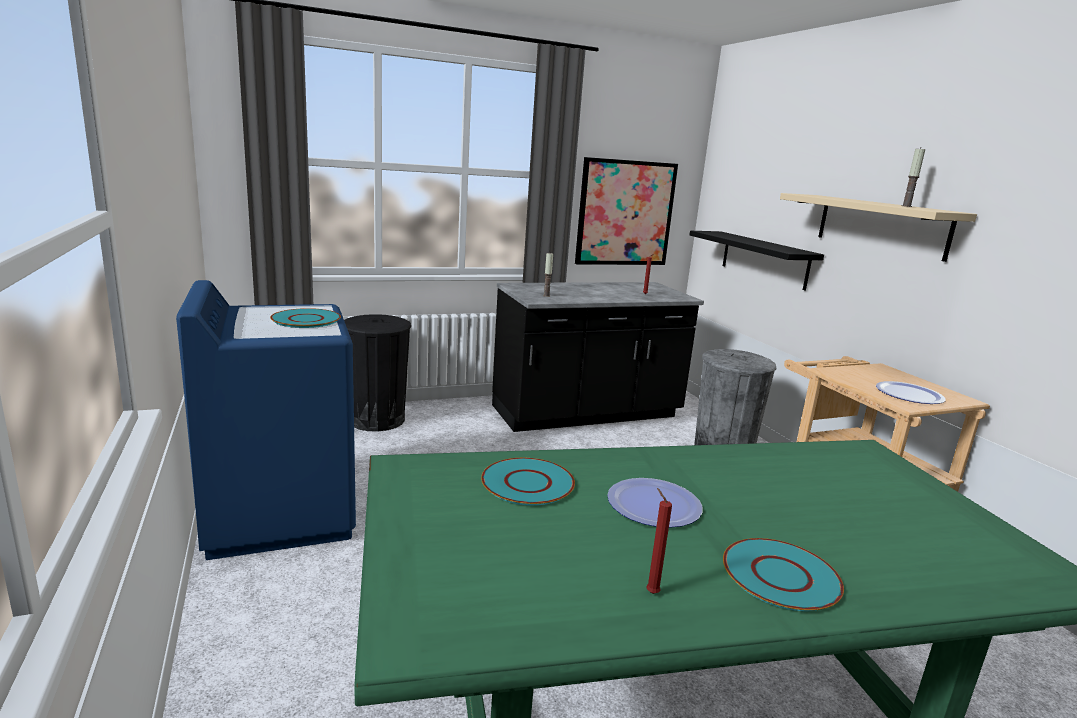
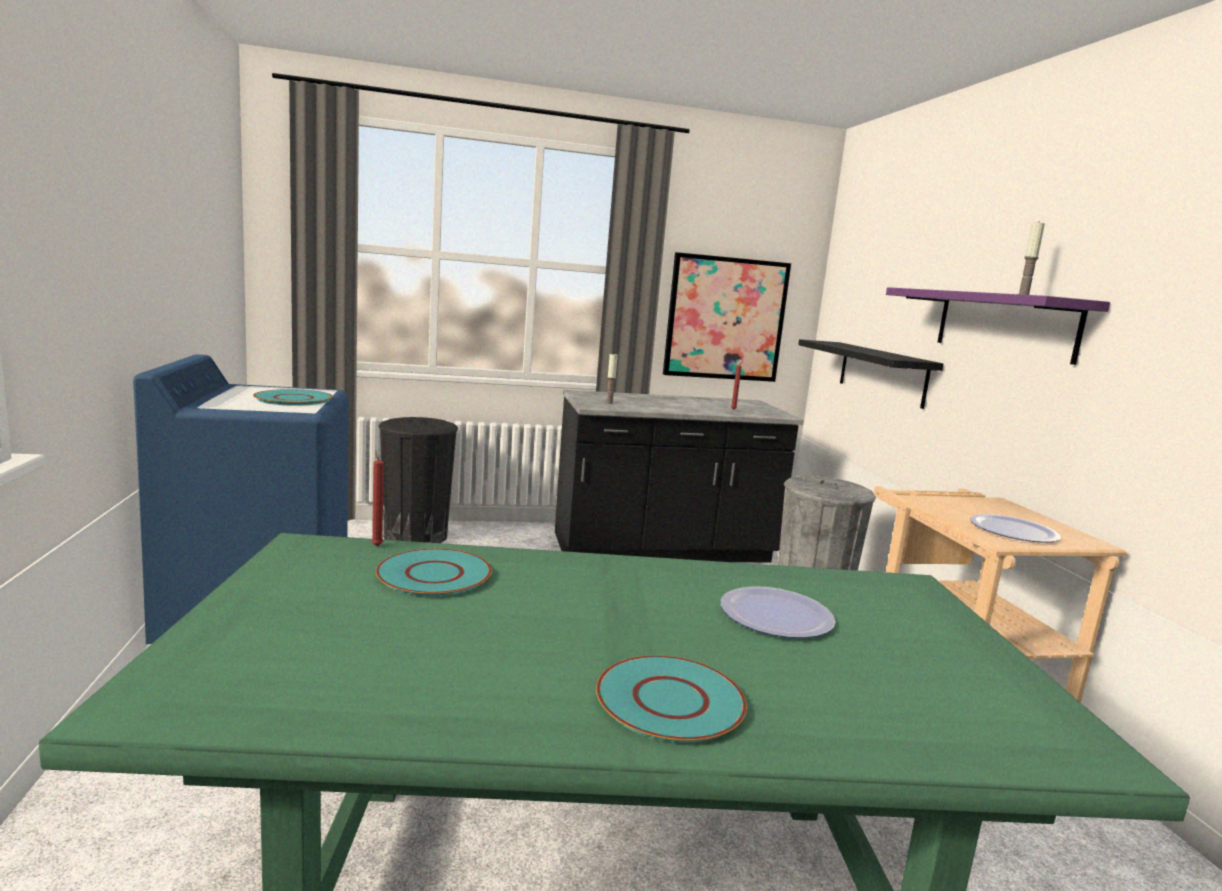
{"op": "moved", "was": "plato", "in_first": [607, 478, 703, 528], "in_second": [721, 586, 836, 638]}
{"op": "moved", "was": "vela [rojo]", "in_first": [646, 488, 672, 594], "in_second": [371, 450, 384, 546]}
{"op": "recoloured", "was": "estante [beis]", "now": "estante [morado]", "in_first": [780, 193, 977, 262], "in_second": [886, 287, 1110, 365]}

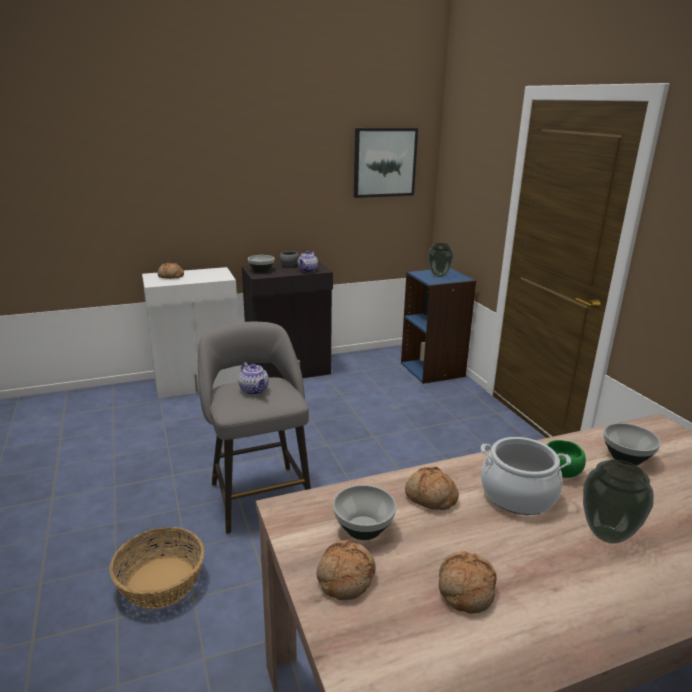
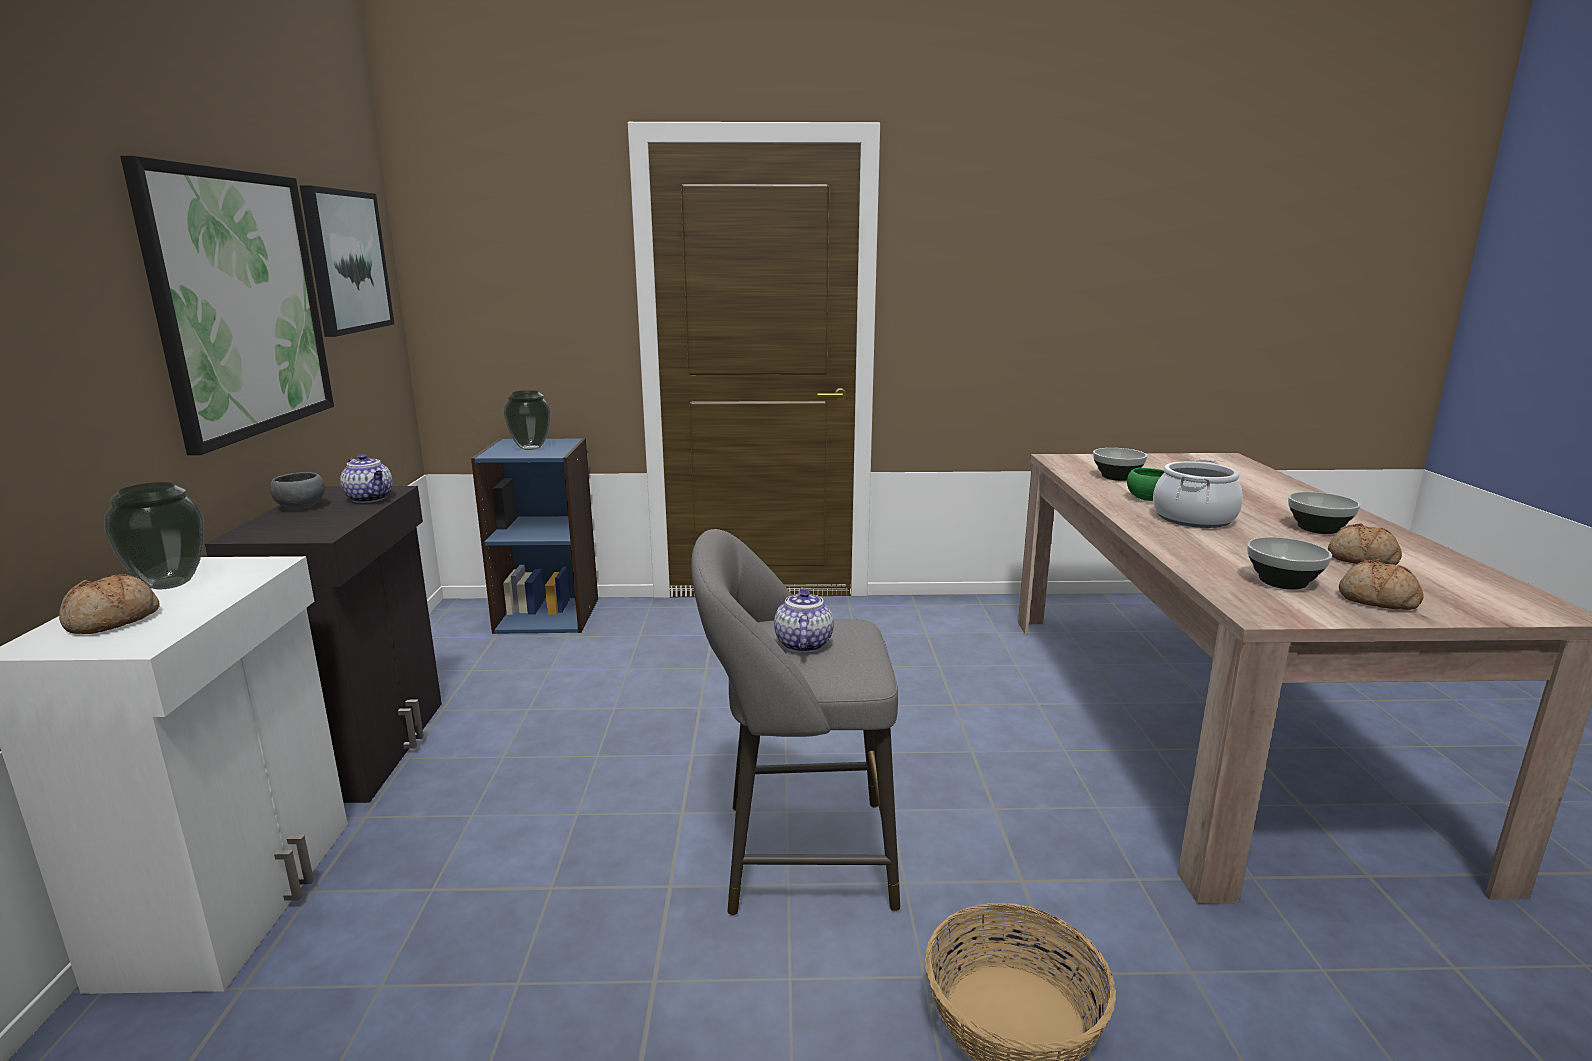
{"op": "removed", "was": "pan", "in_first": [405, 467, 459, 510]}
{"op": "added", "now": "cuadro", "in_second": [120, 156, 334, 455]}
{"op": "moved", "was": "cuenco", "in_first": [248, 255, 274, 272], "in_second": [1288, 492, 1361, 534]}
{"op": "moved", "was": "florero", "in_first": [583, 460, 653, 544], "in_second": [104, 482, 204, 589]}
{"op": "turned", "was": "tetera", "in_first": [238, 362, 269, 395], "in_second": [774, 587, 834, 653], "clockwise": -75}

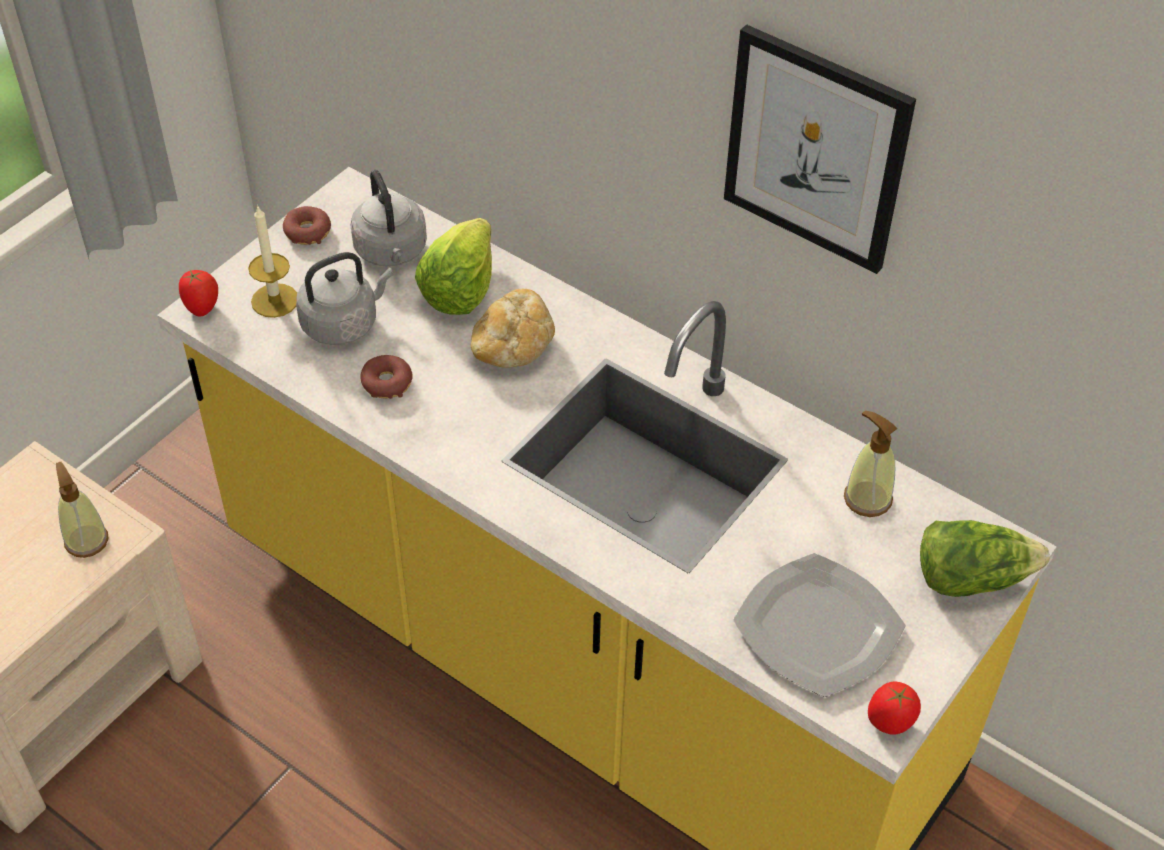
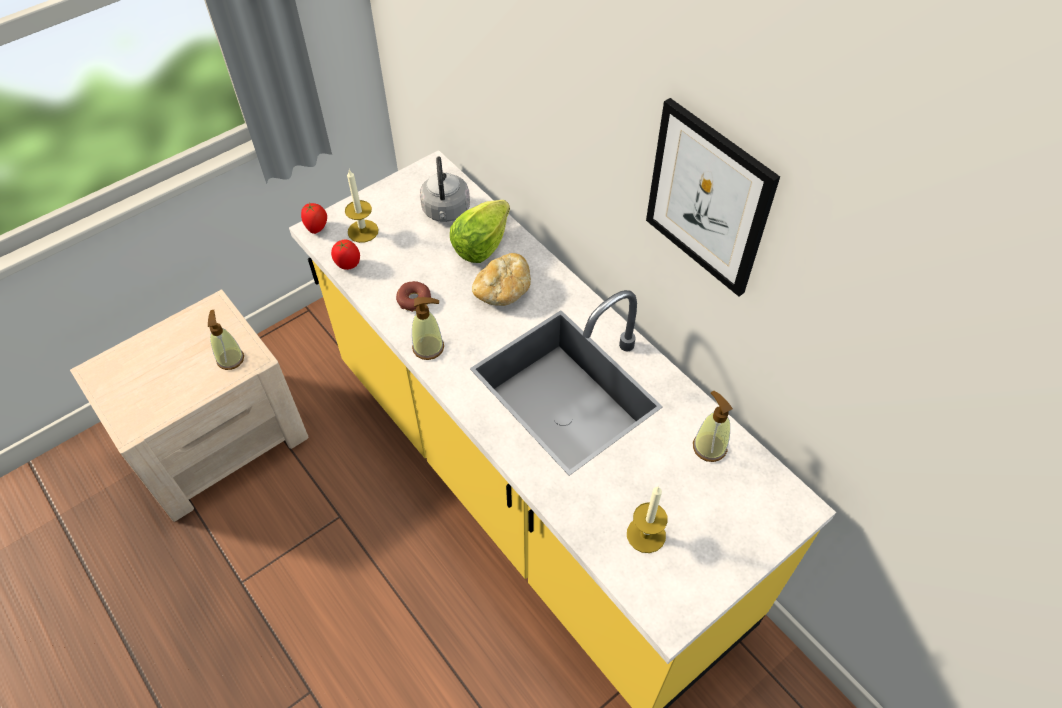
{"op": "removed", "was": "rosquilla", "in_first": [283, 206, 331, 245]}
{"op": "removed", "was": "hervidor [gris]", "in_first": [296, 252, 394, 345]}
{"op": "removed", "was": "lechuga", "in_first": [920, 520, 1050, 597]}
{"op": "added", "now": "dispensador de jabón", "in_second": [412, 297, 444, 360]}
{"op": "moved", "was": "tomate", "in_first": [868, 681, 921, 735], "in_second": [331, 239, 360, 270]}
{"op": "replaced", "was": "plato", "now": "vela", "in_first": [733, 553, 906, 697], "in_second": [627, 486, 668, 553]}

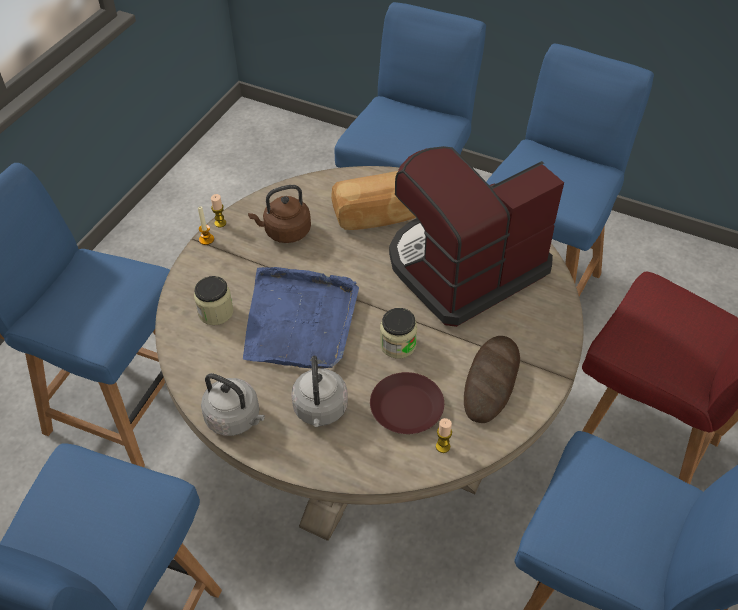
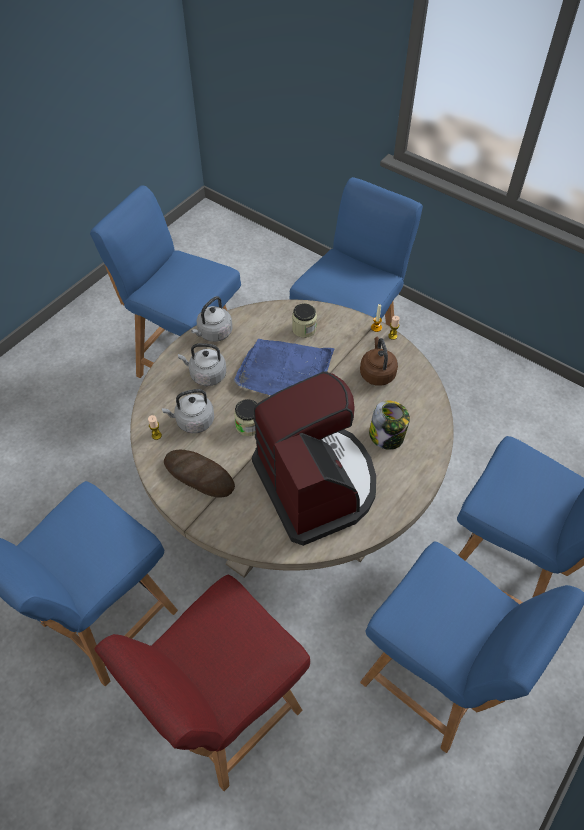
{"op": "replaced", "was": "pan", "now": "tarro", "in_first": [331, 171, 416, 230], "in_second": [369, 401, 410, 450]}
{"op": "replaced", "was": "plato [marrón]", "now": "hervidor [gris]", "in_first": [370, 372, 444, 434], "in_second": [162, 389, 214, 433]}

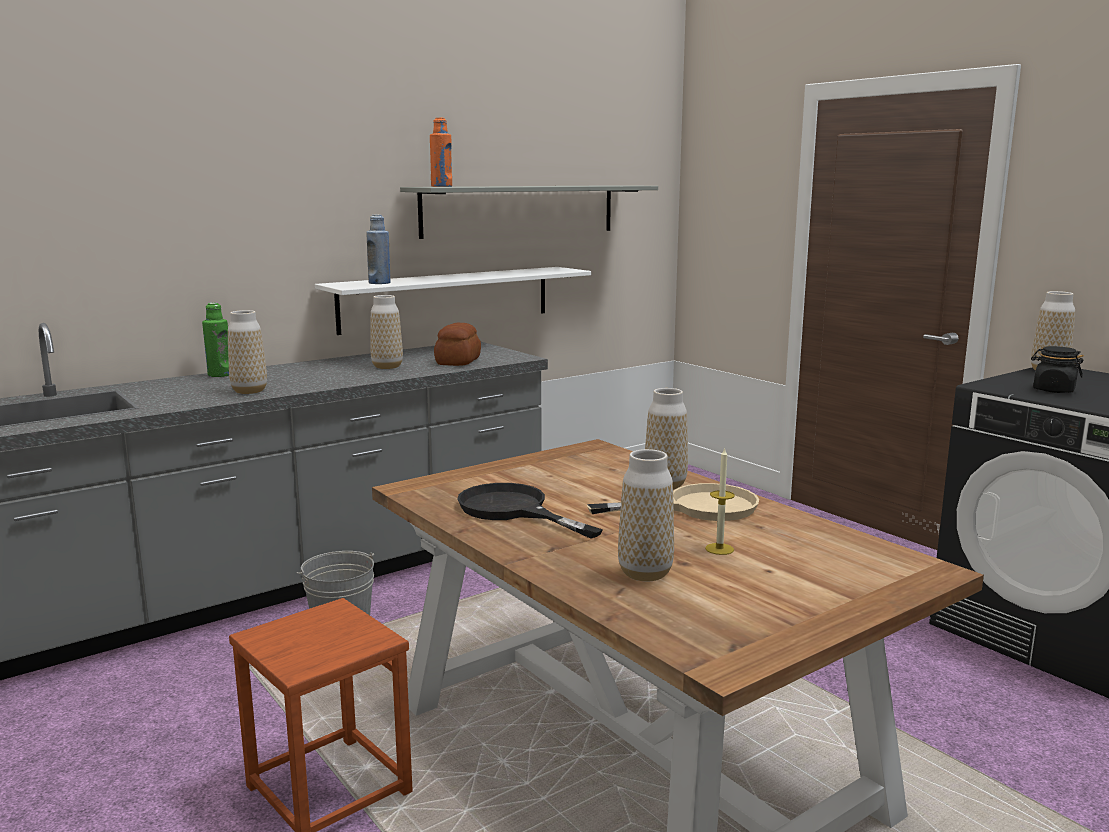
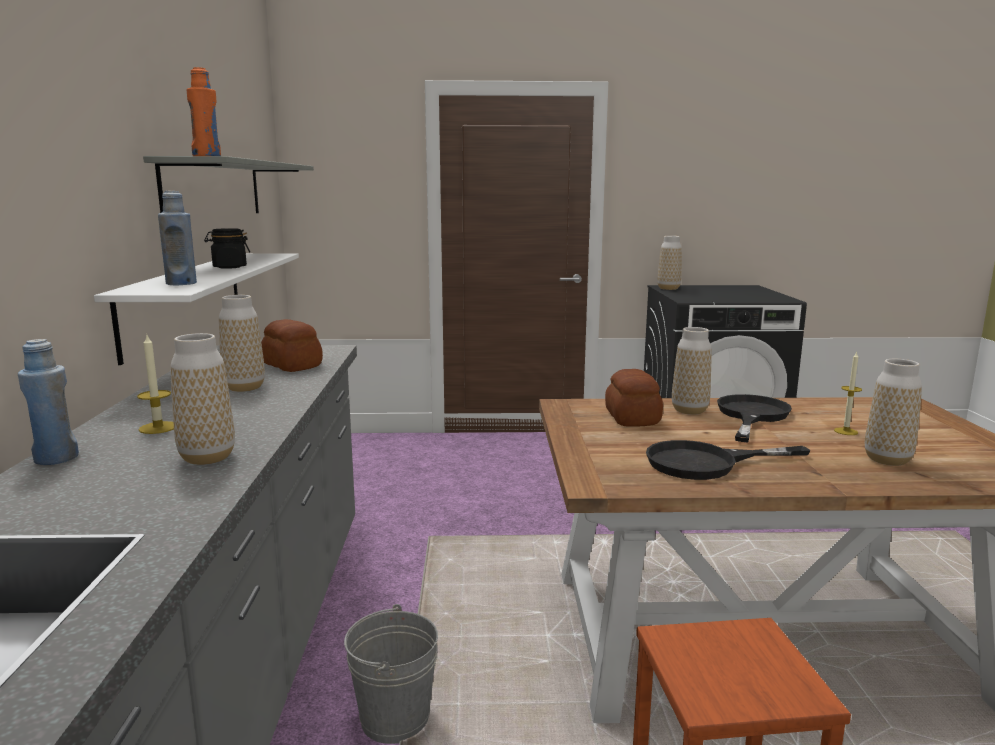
{"op": "added", "now": "vela", "in_second": [137, 335, 174, 434]}
{"op": "added", "now": "pan", "in_second": [605, 369, 663, 427]}
{"op": "moved", "was": "tarro [negro]", "in_first": [1031, 346, 1084, 393], "in_second": [204, 228, 250, 269]}
{"op": "recoloured", "was": "botella [verde]", "now": "botella [azul]", "in_first": [202, 303, 229, 377], "in_second": [18, 339, 79, 465]}
{"op": "recoloured", "was": "sartén [beis]", "now": "sartén [negro]", "in_first": [587, 483, 759, 521], "in_second": [717, 394, 792, 442]}

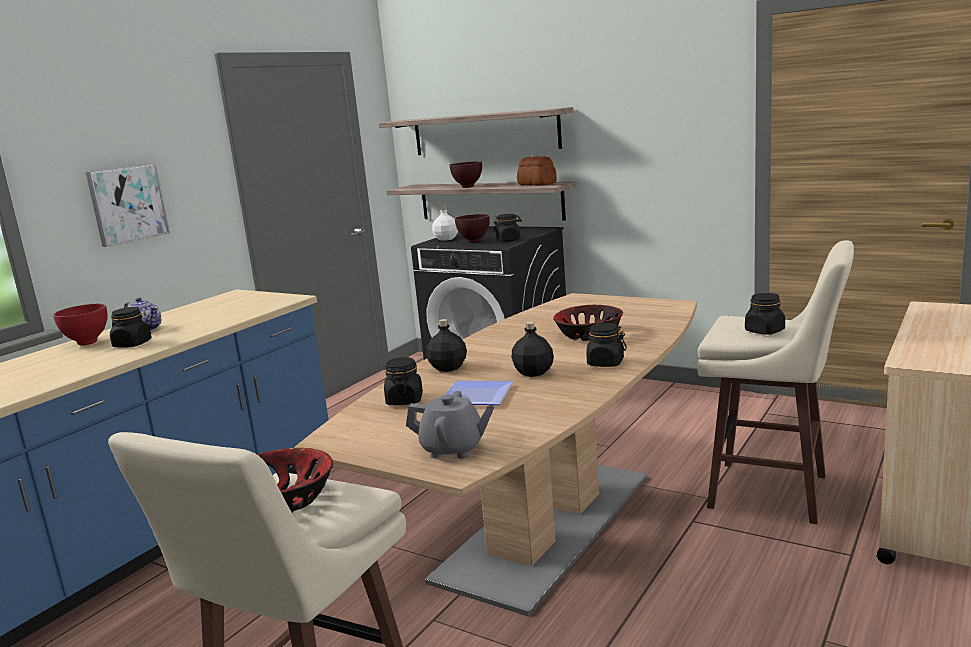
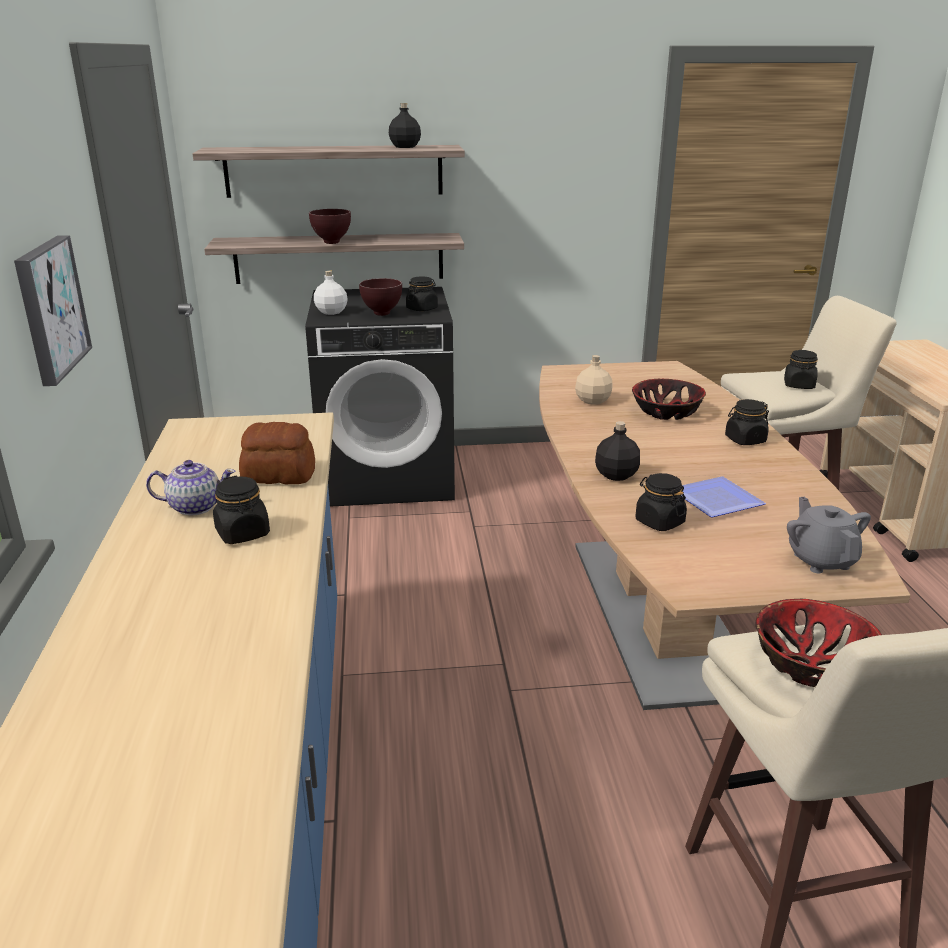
{"op": "removed", "was": "cuenco [rojo]", "in_first": [53, 304, 108, 346]}
{"op": "added", "now": "botella [beis]", "in_second": [575, 355, 613, 405]}
{"op": "moved", "was": "botella [negro]", "in_first": [512, 322, 554, 377], "in_second": [389, 103, 421, 148]}
{"op": "moved", "was": "pan", "in_first": [517, 156, 557, 186], "in_second": [239, 422, 315, 484]}
{"op": "turned", "was": "tetera [gris]", "in_first": [406, 391, 495, 459], "in_second": [787, 497, 871, 573], "clockwise": -75}

